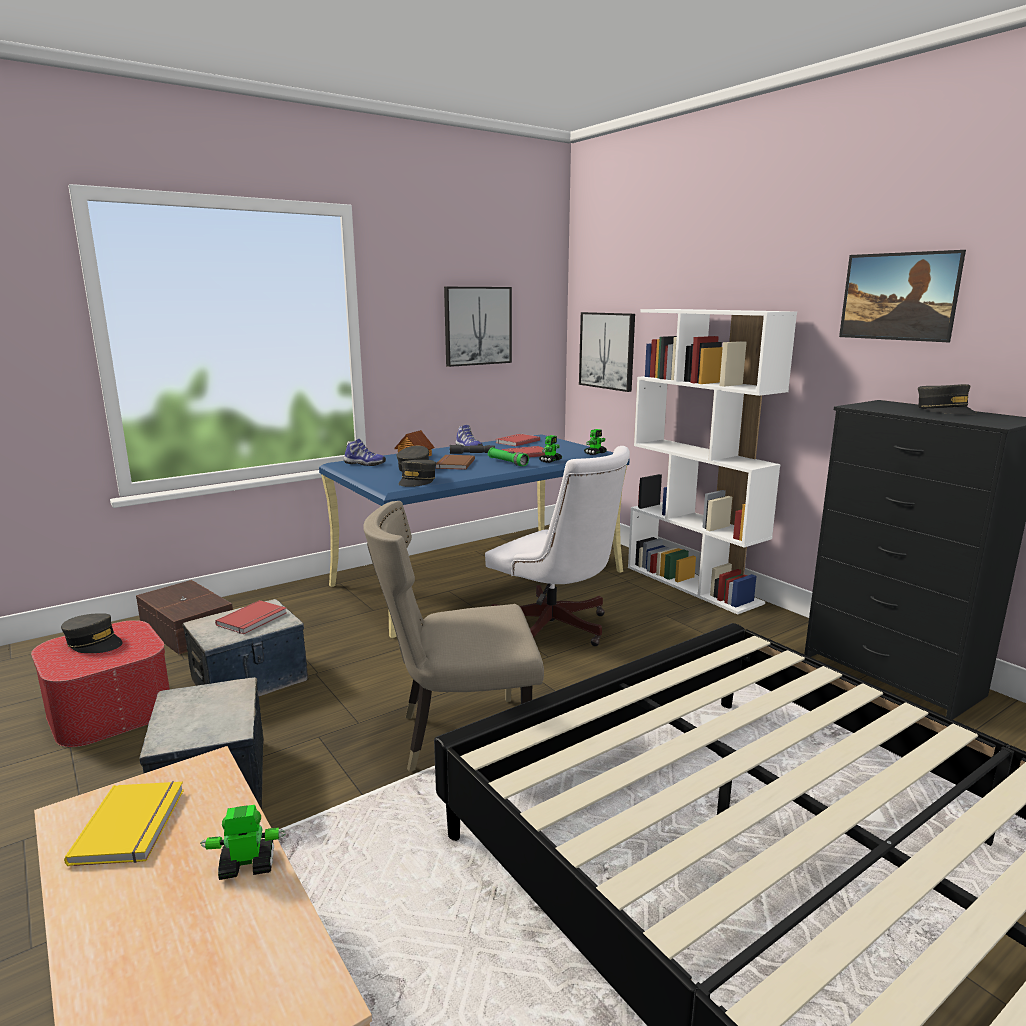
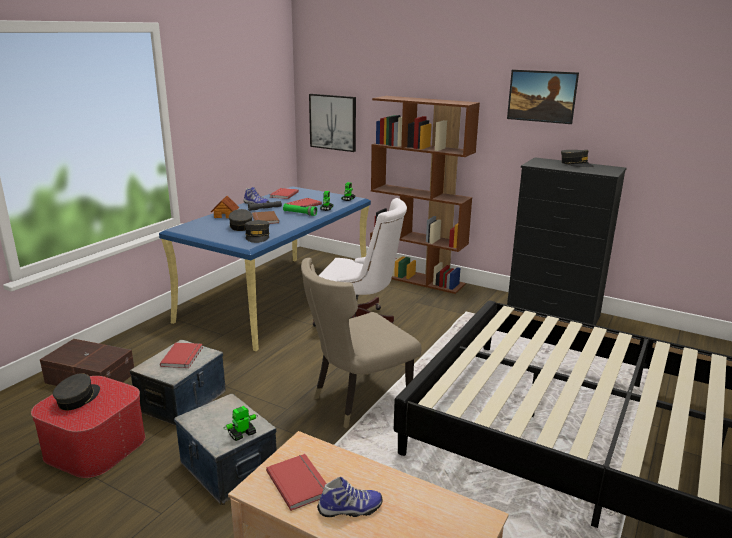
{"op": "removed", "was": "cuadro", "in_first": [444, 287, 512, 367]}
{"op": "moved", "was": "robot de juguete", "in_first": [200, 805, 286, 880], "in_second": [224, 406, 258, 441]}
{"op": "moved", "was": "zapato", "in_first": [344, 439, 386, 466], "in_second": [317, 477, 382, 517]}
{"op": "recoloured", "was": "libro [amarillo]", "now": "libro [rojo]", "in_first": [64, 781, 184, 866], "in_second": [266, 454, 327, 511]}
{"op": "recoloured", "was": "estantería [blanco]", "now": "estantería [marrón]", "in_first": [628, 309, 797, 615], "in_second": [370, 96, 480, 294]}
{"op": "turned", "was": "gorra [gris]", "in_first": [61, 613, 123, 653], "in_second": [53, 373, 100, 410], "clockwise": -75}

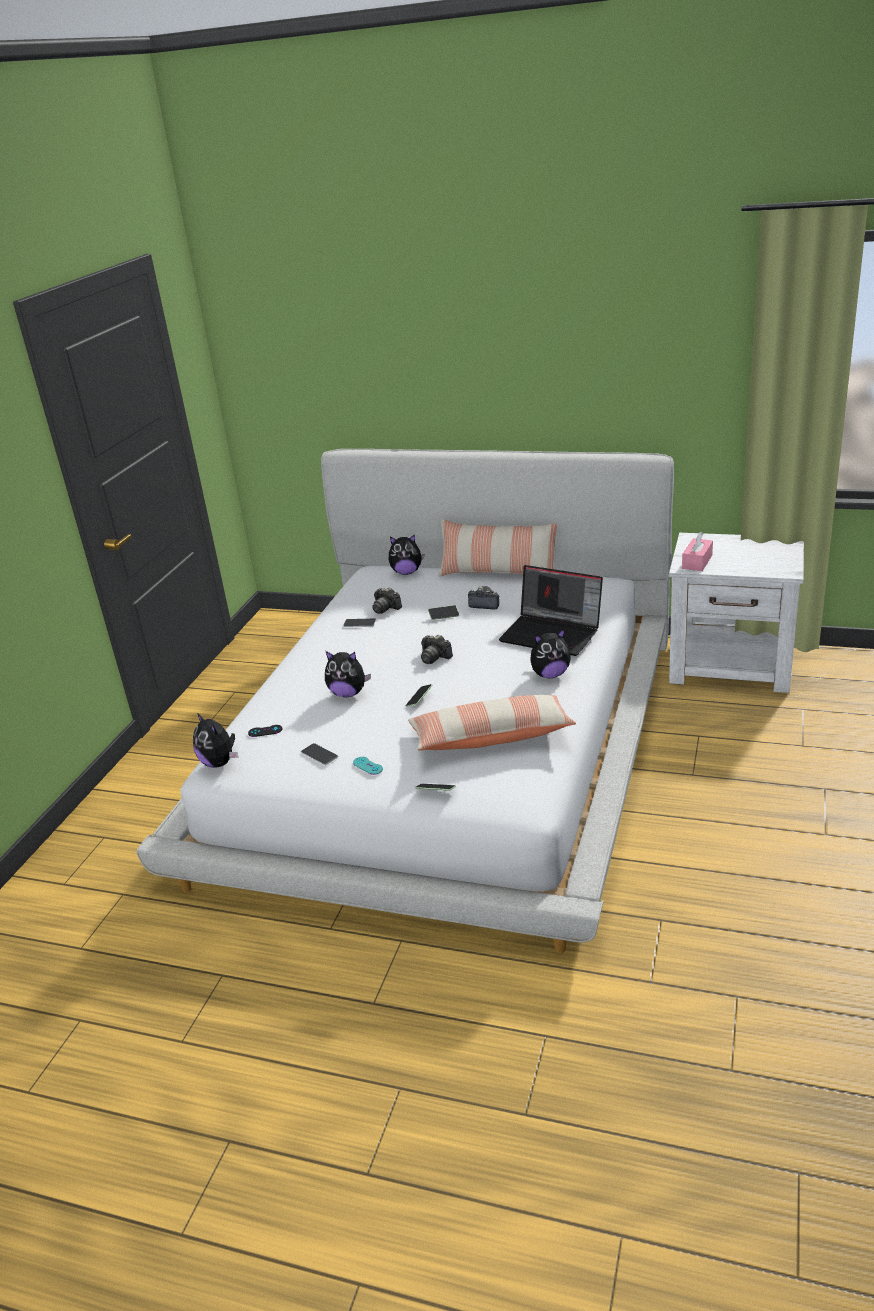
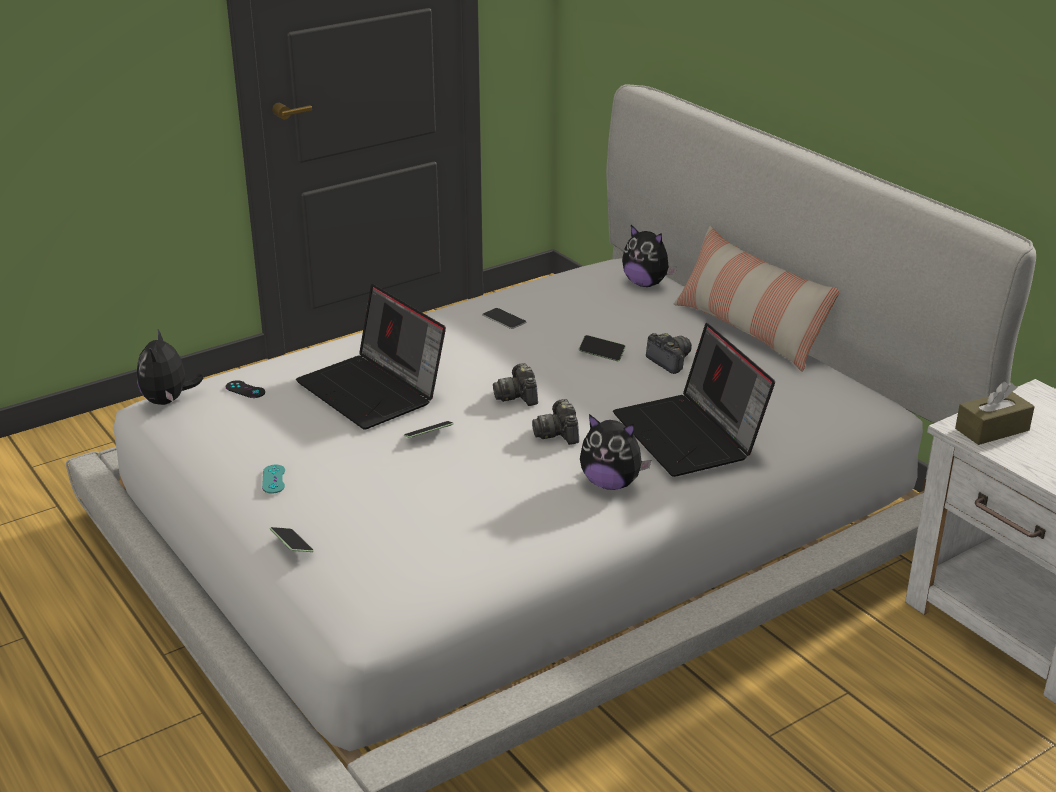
{"op": "removed", "was": "móvil", "in_first": [301, 743, 338, 765]}
{"op": "removed", "was": "cojín", "in_first": [408, 695, 576, 750]}
{"op": "moved", "was": "cámara", "in_first": [372, 587, 402, 614], "in_second": [532, 399, 579, 445]}
{"op": "replaced", "was": "peluche", "now": "portátil", "in_first": [325, 651, 371, 697], "in_second": [296, 284, 446, 430]}
{"op": "recoloured", "was": "caja de pañuelos [rosa]", "now": "caja de pañuelos [marrón]", "in_first": [682, 532, 713, 571], "in_second": [955, 382, 1035, 445]}

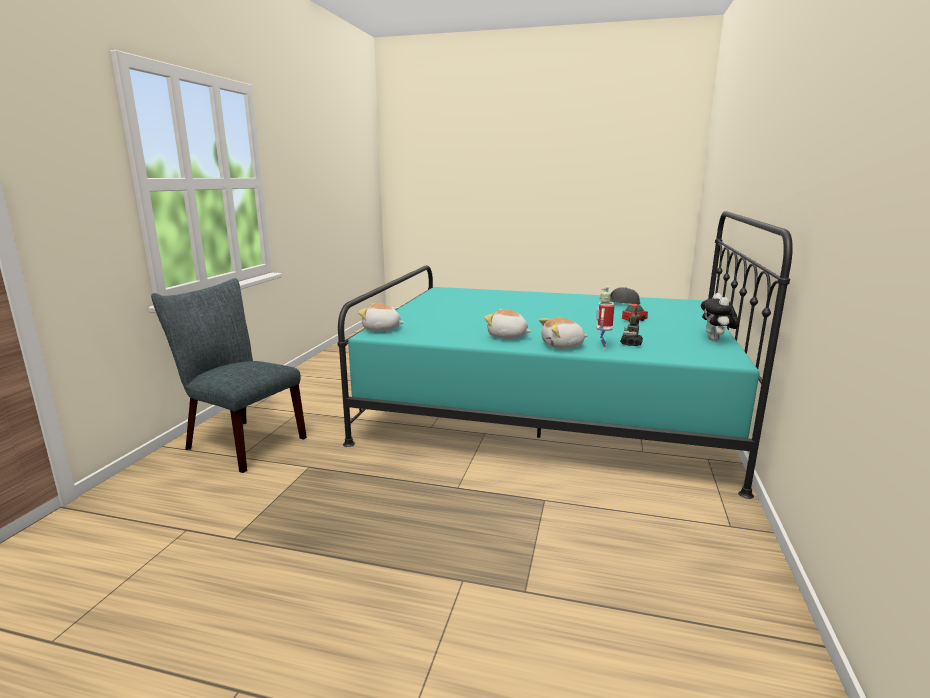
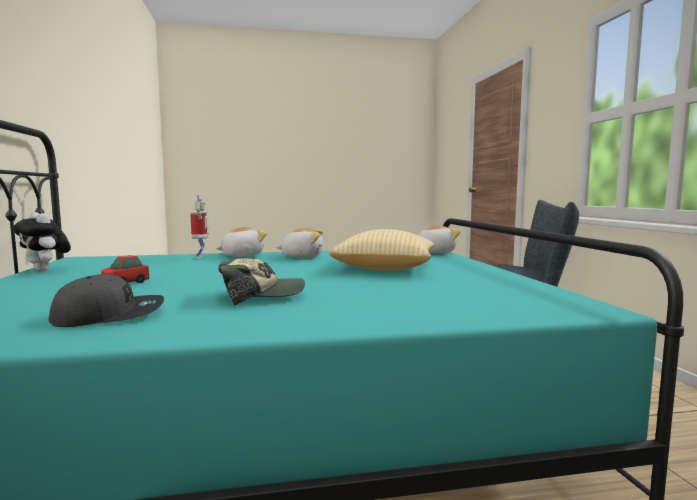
{"op": "removed", "was": "robot de juguete", "in_first": [620, 308, 643, 346]}
{"op": "added", "now": "gorra", "in_second": [218, 258, 305, 306]}
{"op": "added", "now": "cojín", "in_second": [329, 229, 434, 270]}
{"op": "turned", "was": "peluche", "in_first": [701, 293, 739, 341], "in_second": [13, 212, 71, 272], "clockwise": 150}

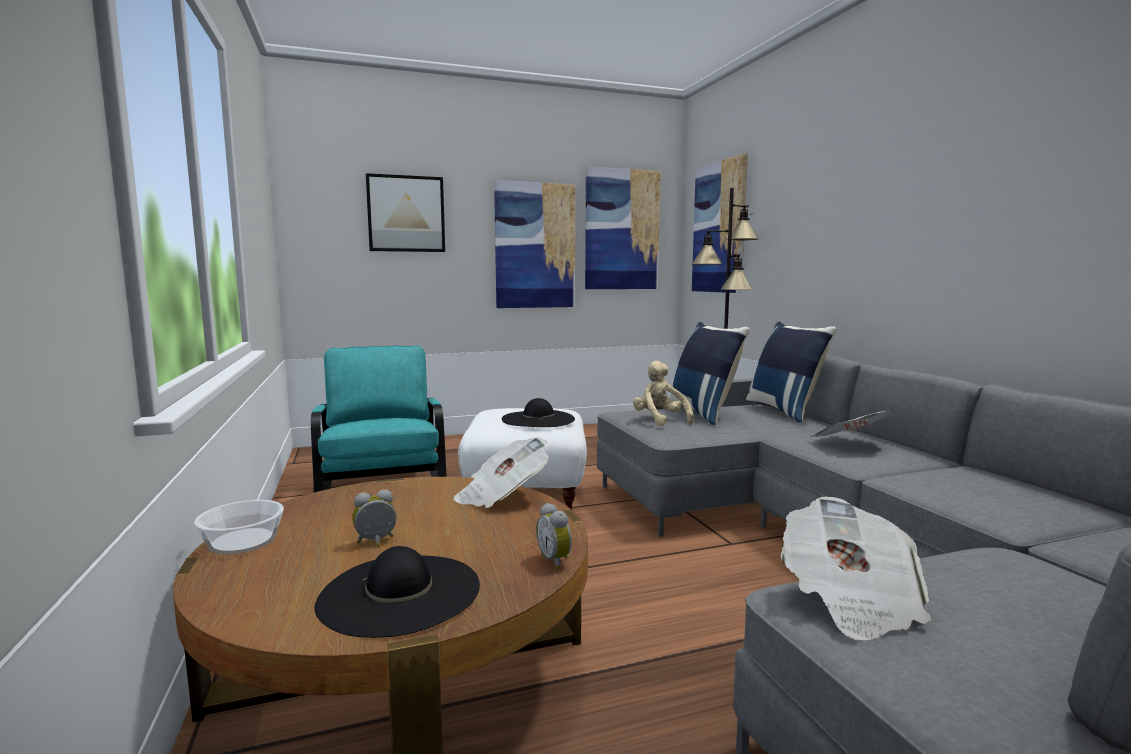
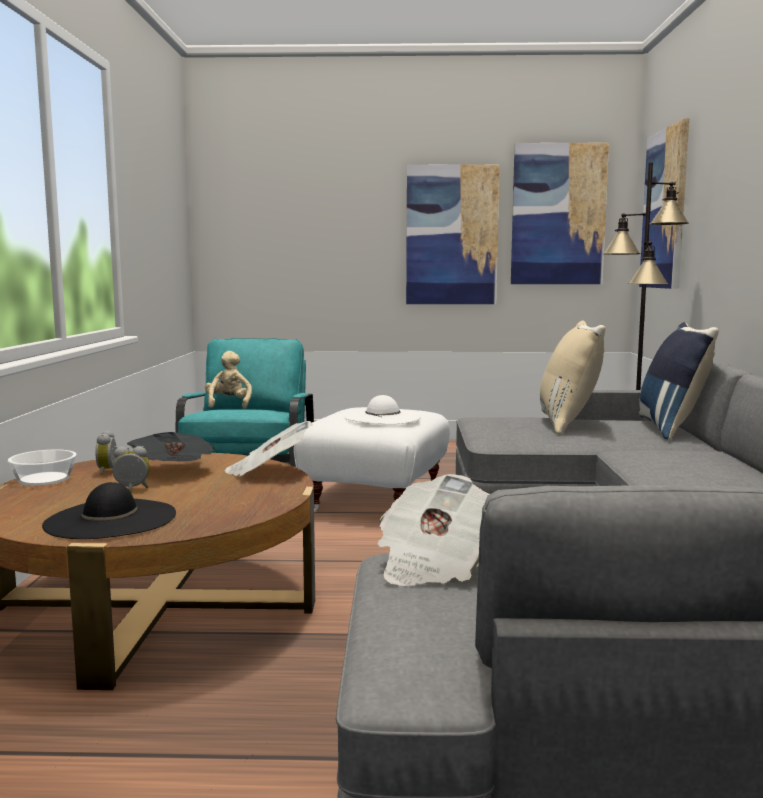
{"op": "removed", "was": "cuadro", "in_first": [366, 173, 445, 252]}
{"op": "moved", "was": "despertador", "in_first": [536, 503, 572, 569], "in_second": [96, 430, 117, 475]}
{"op": "moved", "was": "peluche [beis]", "in_first": [633, 361, 694, 426], "in_second": [205, 351, 252, 409]}
{"op": "moved", "was": "periódico", "in_first": [810, 410, 893, 437], "in_second": [127, 432, 215, 462]}
{"op": "recoloured", "was": "sombrero [negro]", "now": "sombrero [blanco]", "in_first": [502, 398, 575, 427], "in_second": [344, 395, 421, 424]}
{"op": "recoloured", "was": "cojín [azul]", "now": "cojín [beis]", "in_first": [669, 322, 750, 425], "in_second": [540, 320, 605, 435]}

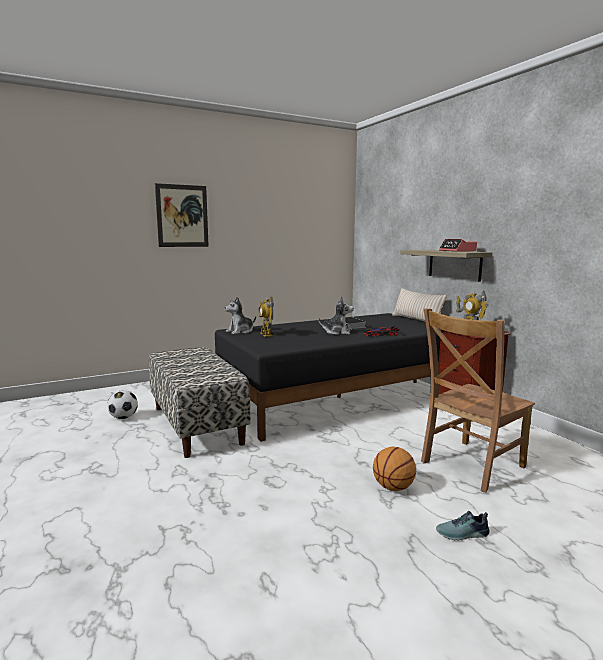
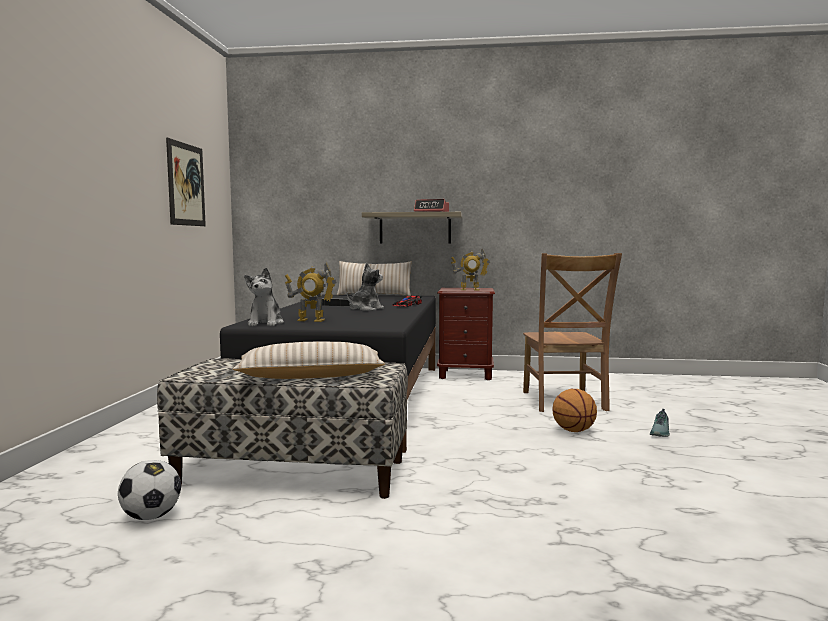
{"op": "added", "now": "cojín [beis]", "in_second": [233, 341, 385, 379]}
{"op": "moved", "was": "cuadro", "in_first": [155, 183, 209, 247], "in_second": [166, 138, 206, 226]}

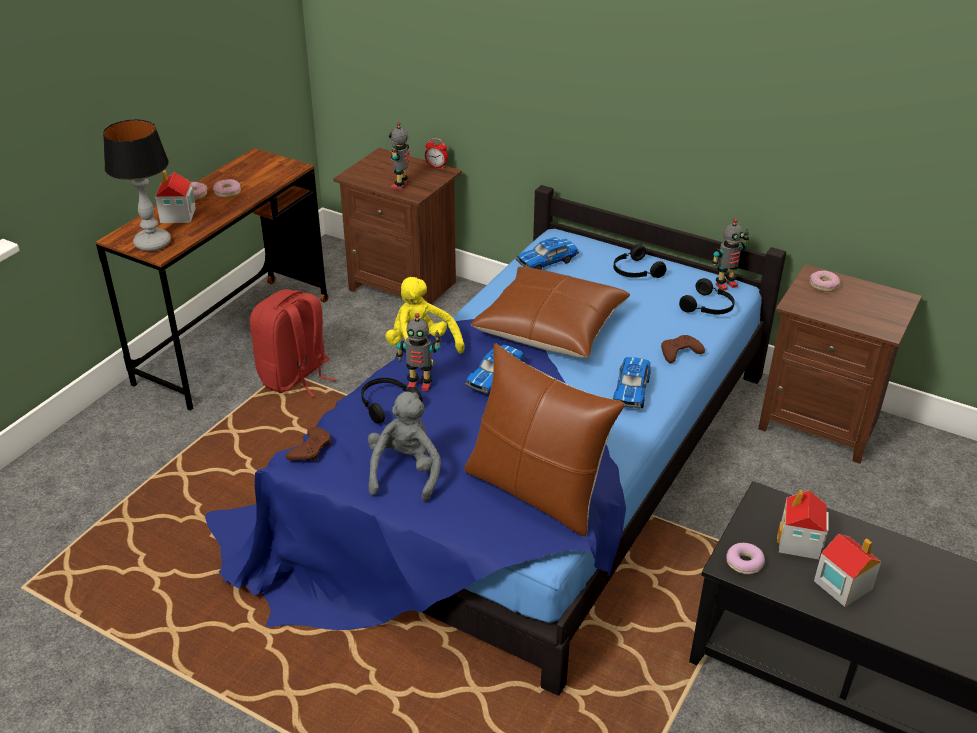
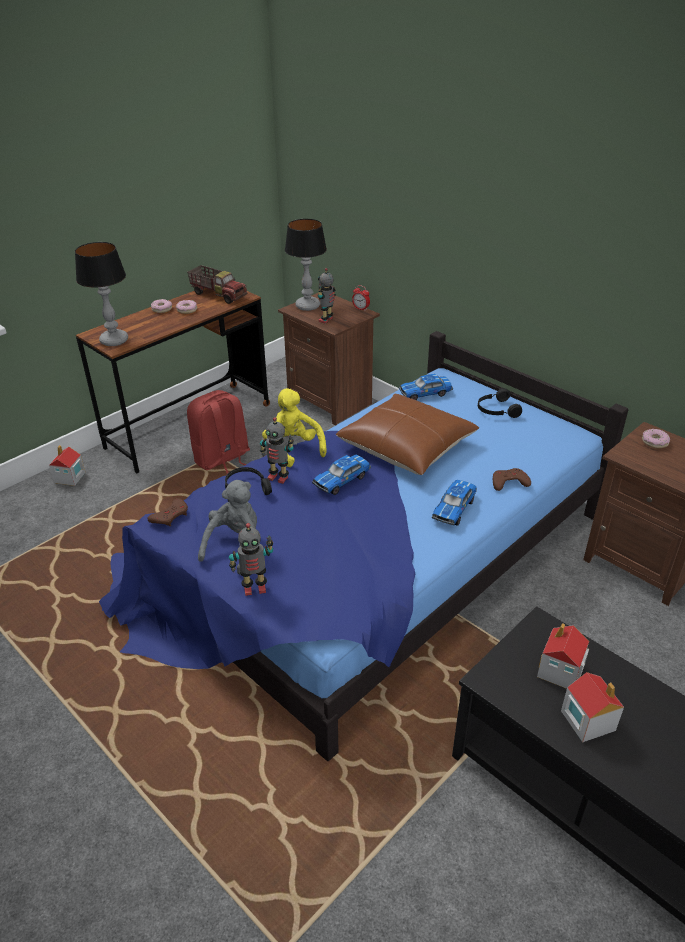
{"op": "removed", "was": "cojín [marrón]", "in_first": [464, 343, 625, 536]}
{"op": "removed", "was": "auriculares [negro]", "in_first": [679, 278, 735, 314]}
{"op": "removed", "was": "rosquilla", "in_first": [726, 543, 765, 574]}
{"op": "added", "now": "camión de juguete", "in_second": [187, 265, 248, 304]}
{"op": "added", "now": "lámpara de mesa", "in_second": [285, 219, 327, 311]}
{"op": "moved", "was": "casita", "in_first": [155, 170, 196, 223], "in_second": [49, 445, 86, 486]}
{"op": "moved", "was": "robot de juguete", "in_first": [712, 219, 749, 290], "in_second": [229, 523, 273, 596]}

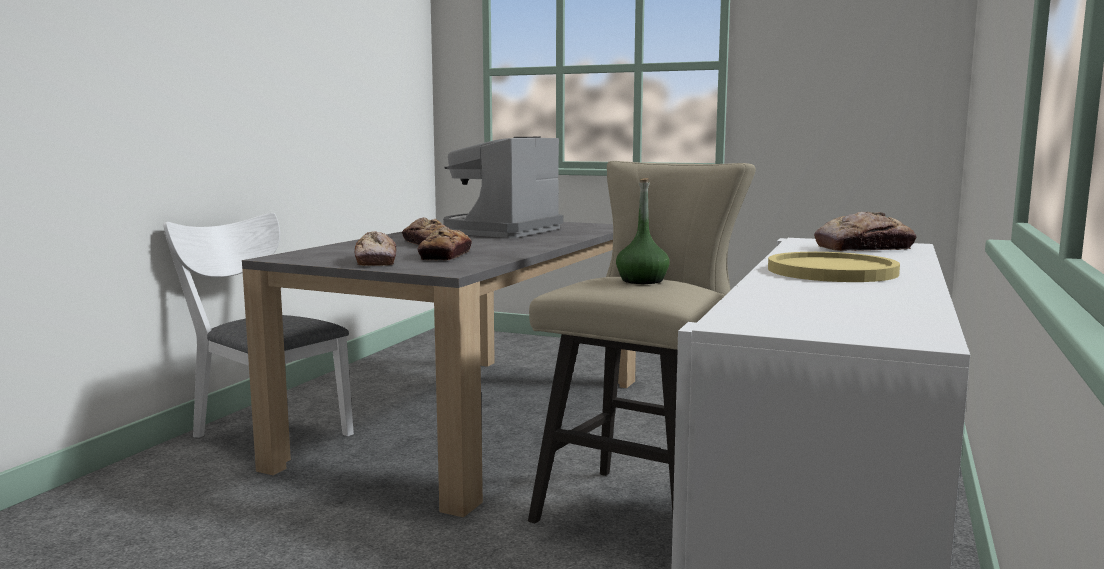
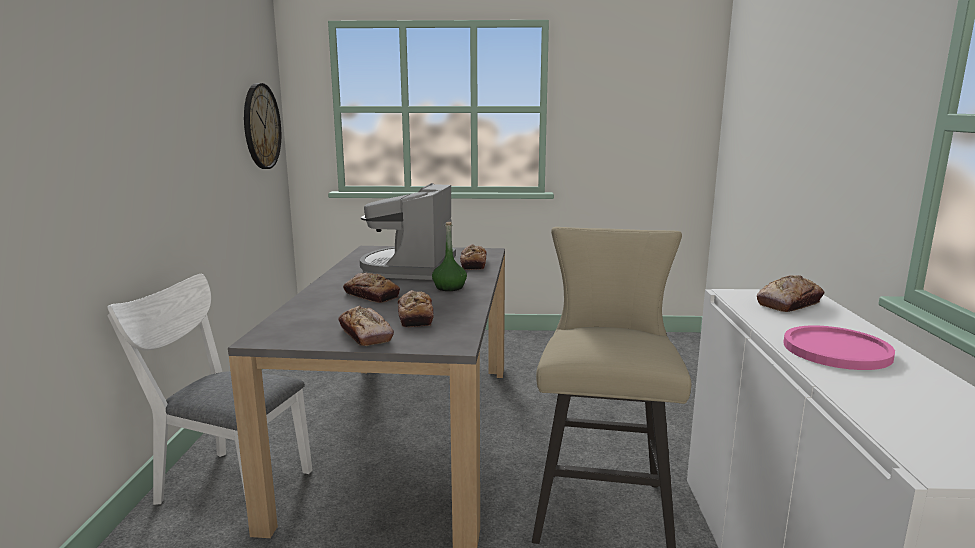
{"op": "added", "now": "reloj de pared", "in_second": [244, 83, 281, 169]}
{"op": "added", "now": "pan", "in_second": [460, 244, 487, 270]}
{"op": "moved", "was": "botella [verde]", "in_first": [616, 178, 670, 284], "in_second": [432, 222, 467, 291]}
{"op": "recoloured", "was": "plato [amarillo]", "now": "plato [rosa]", "in_first": [768, 252, 900, 282], "in_second": [783, 326, 895, 370]}

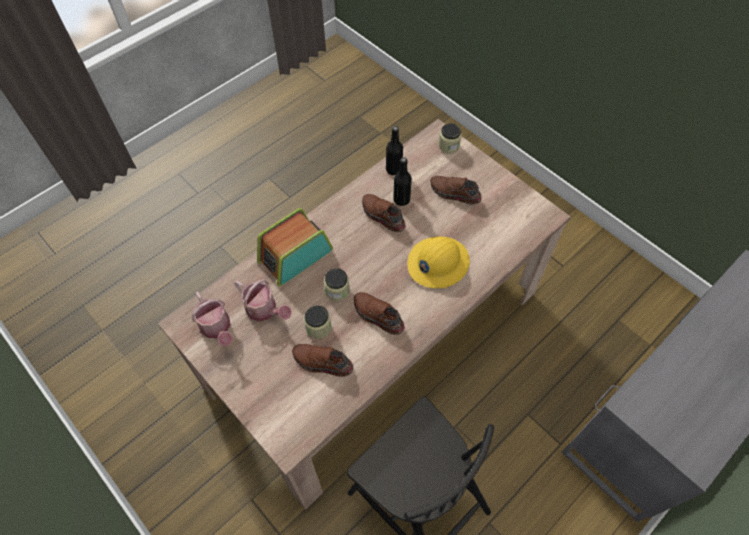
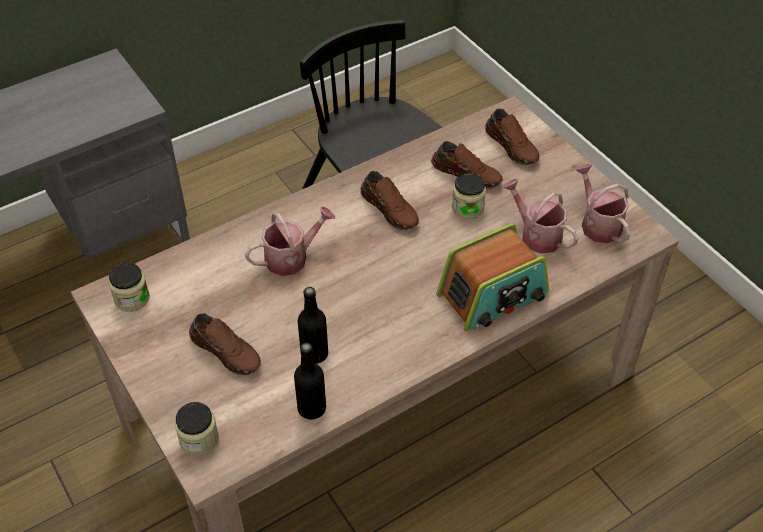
{"op": "moved", "was": "tarro", "in_first": [324, 268, 350, 301], "in_second": [109, 263, 150, 312]}
{"op": "moved", "was": "zapato [marrón]", "in_first": [362, 194, 406, 232], "in_second": [485, 108, 539, 165]}
{"op": "replaced", "was": "casco [amarillo]", "now": "regadera", "in_first": [407, 237, 470, 288], "in_second": [245, 207, 336, 276]}

